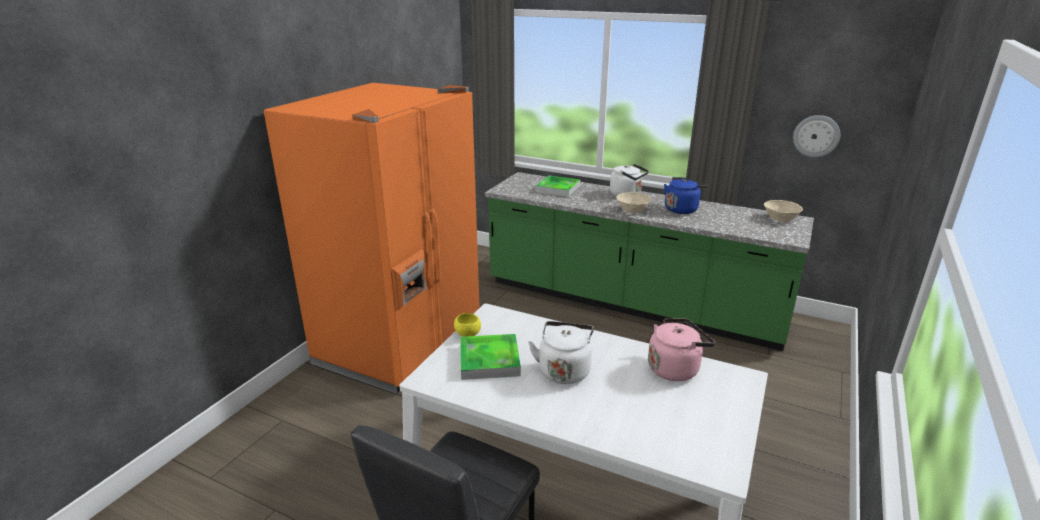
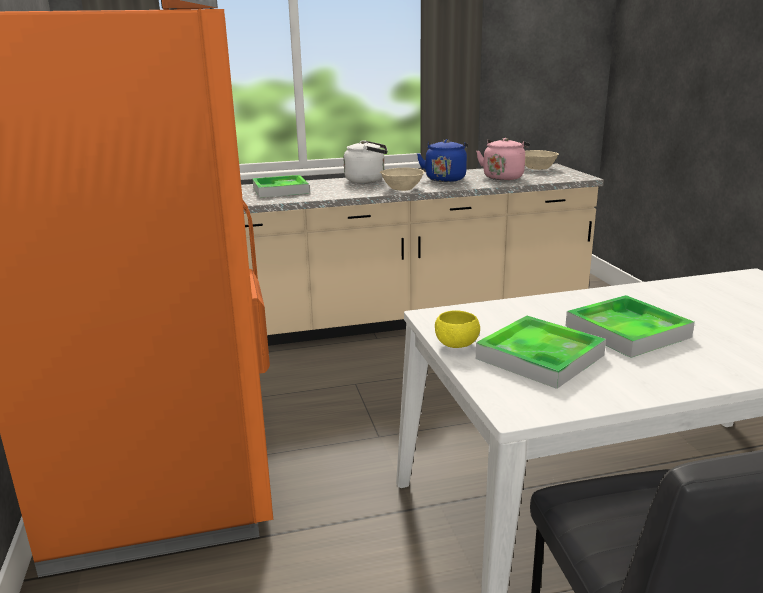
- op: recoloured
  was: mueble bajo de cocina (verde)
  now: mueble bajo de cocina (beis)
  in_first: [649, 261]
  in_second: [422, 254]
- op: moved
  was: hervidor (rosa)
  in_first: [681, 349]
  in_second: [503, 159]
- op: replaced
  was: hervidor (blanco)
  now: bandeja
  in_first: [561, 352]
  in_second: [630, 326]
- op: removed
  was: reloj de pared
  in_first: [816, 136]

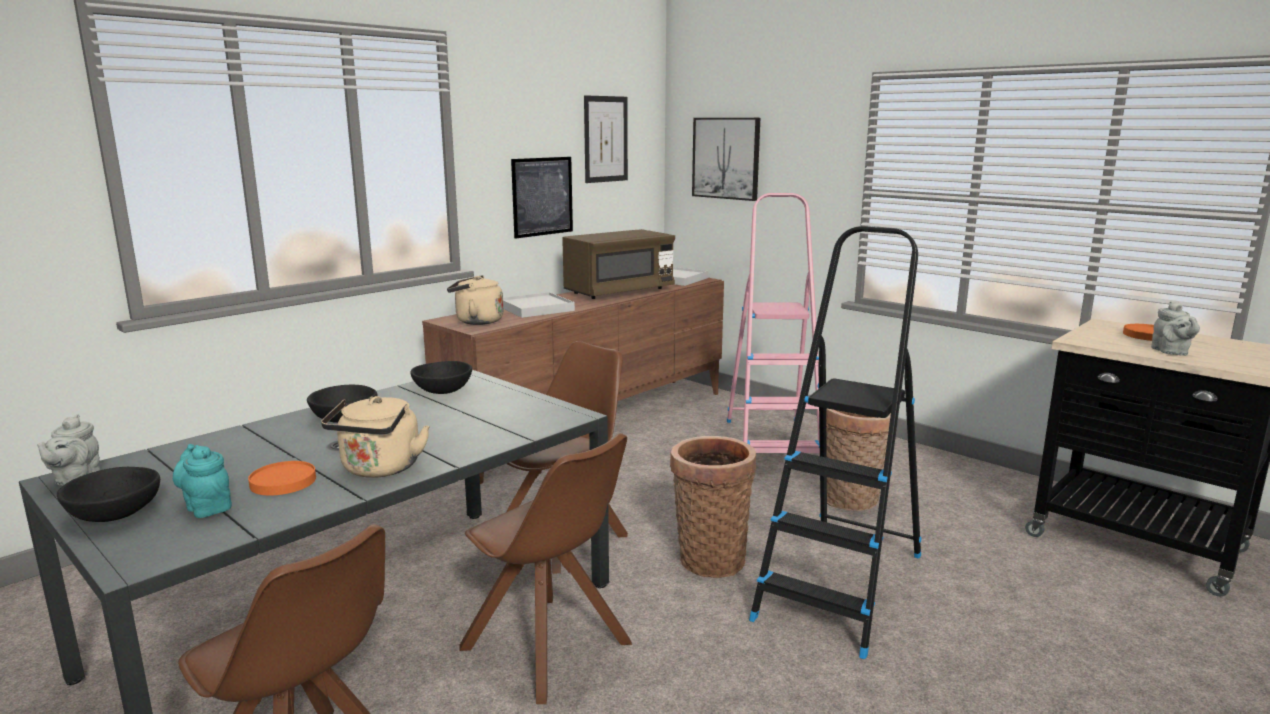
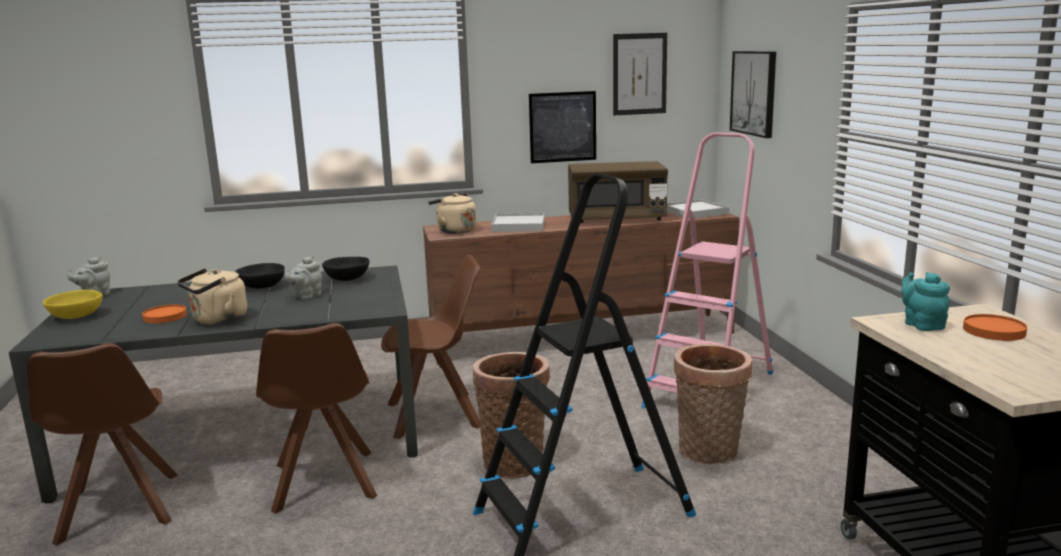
- op: recoloured
  was: cuenco (negro)
  now: cuenco (amarillo)
  in_first: [108, 494]
  in_second: [73, 304]
- op: moved
  was: tetera (gris)
  in_first: [1175, 328]
  in_second: [303, 278]
- op: moved
  was: tetera (turquesa)
  in_first: [202, 481]
  in_second: [925, 301]

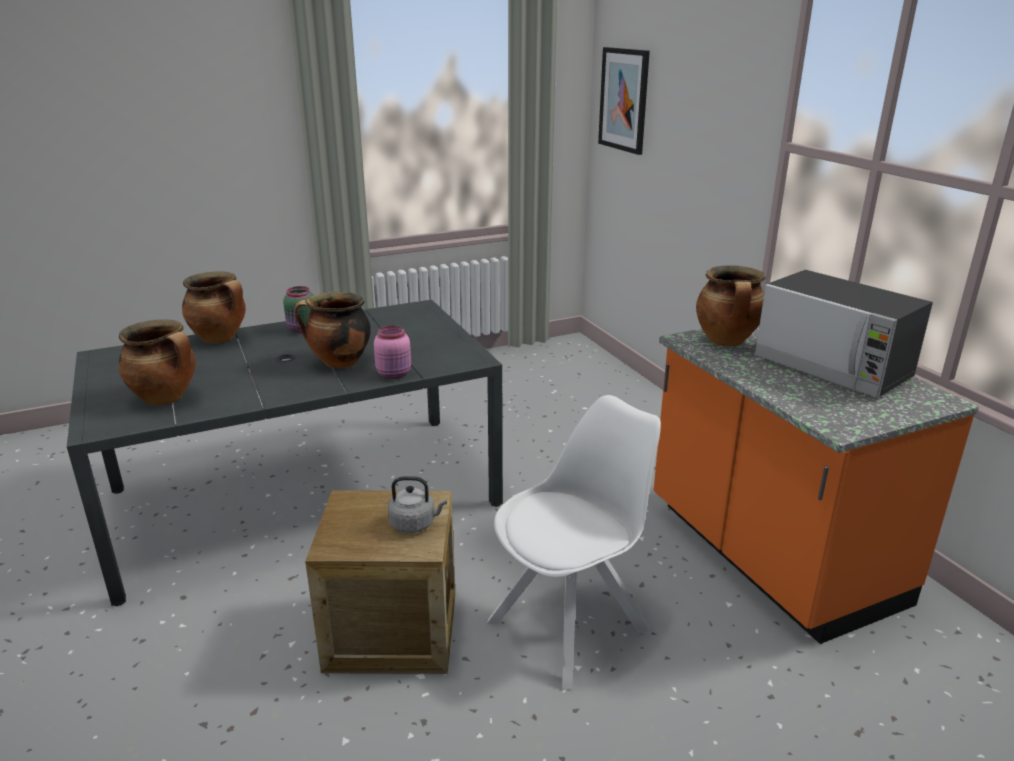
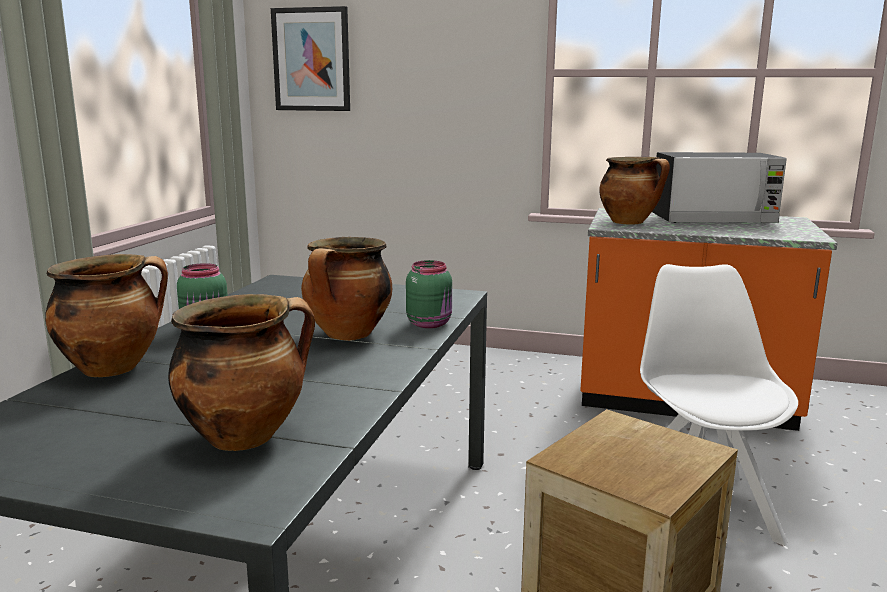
- op: recoloured
  was: tarro (rosa)
  now: tarro (verde)
  in_first: [392, 352]
  in_second: [429, 294]
- op: removed
  was: hervidor (gris)
  in_first: [417, 504]

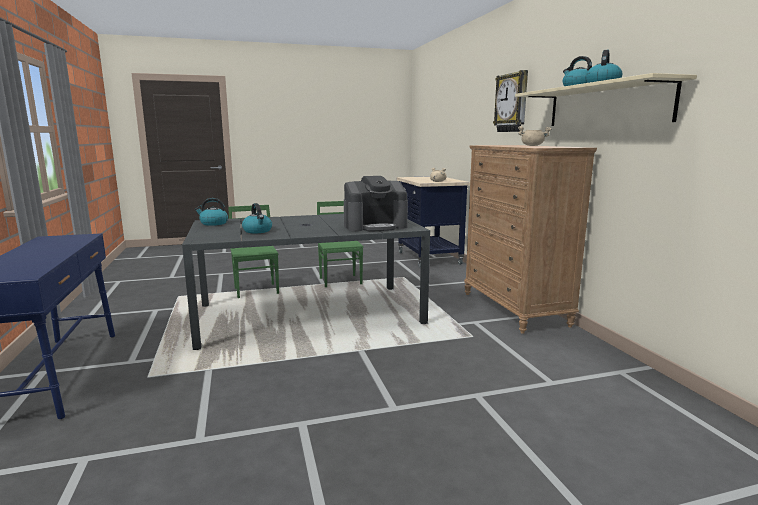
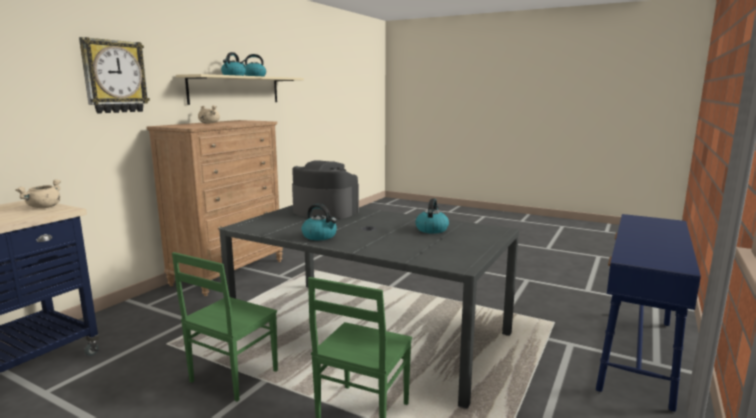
- op: moved
  was: hervidor
  in_first: [211, 212]
  in_second: [319, 222]

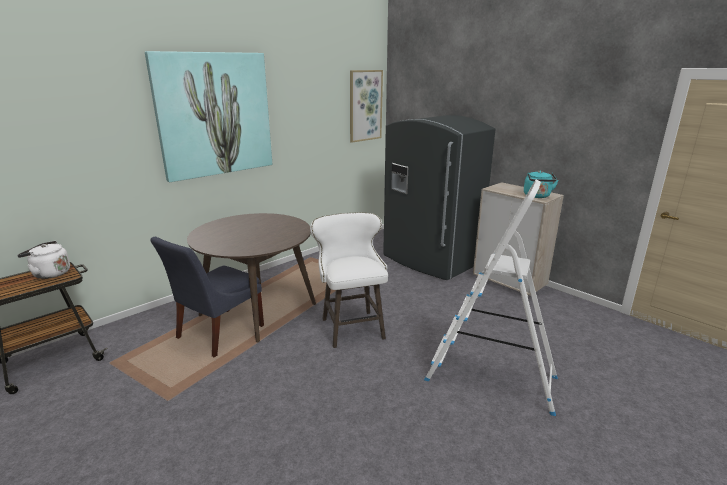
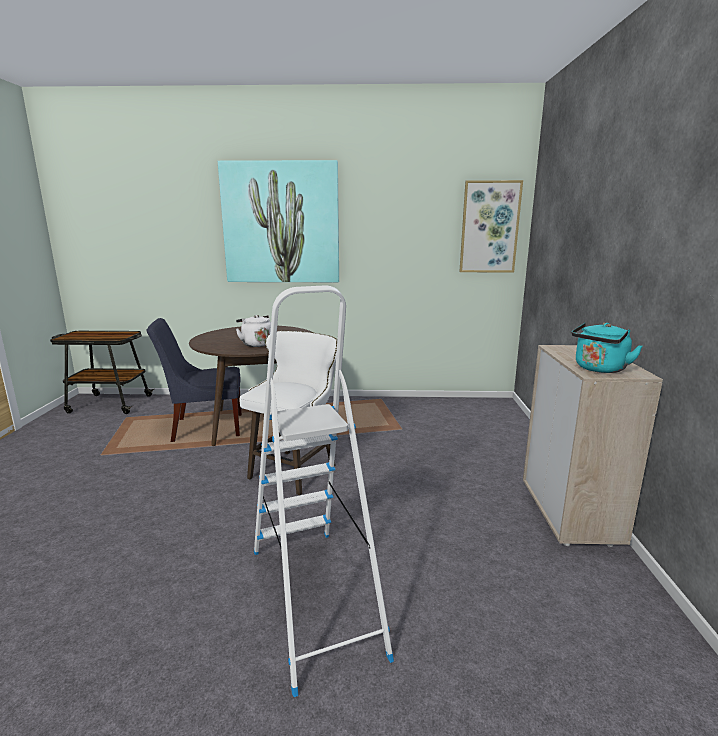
- op: moved
  was: hervidor (blanco)
  in_first: [43, 260]
  in_second: [253, 331]
- op: removed
  was: nevera (gris)
  in_first: [439, 197]

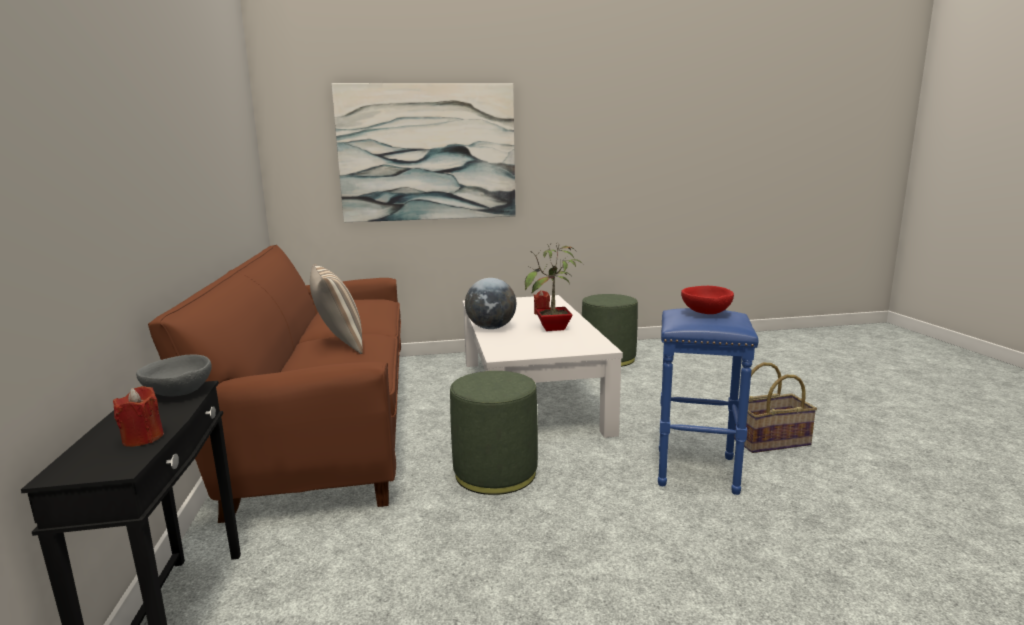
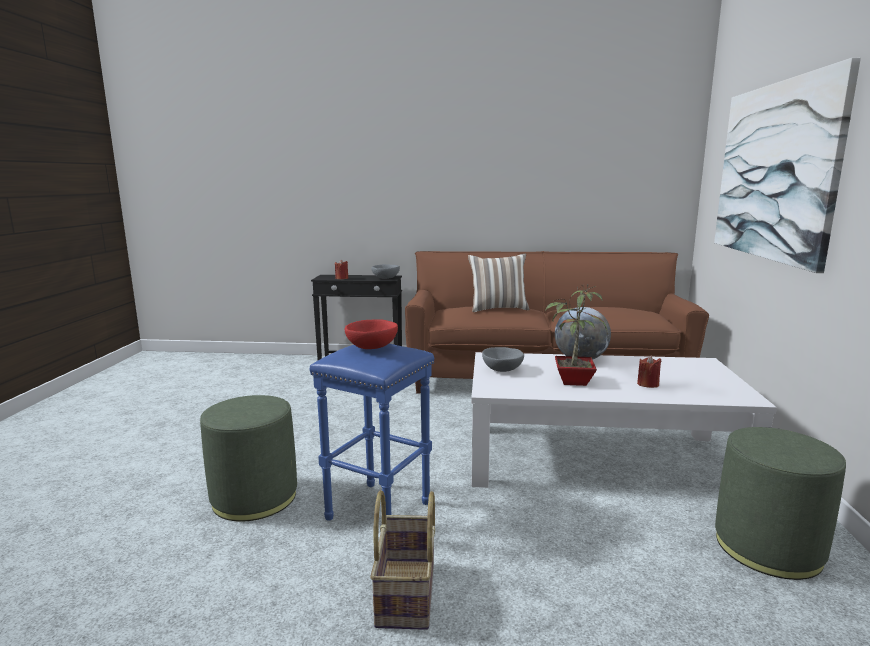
- op: moved
  was: puf (verde)
  in_first: [494, 433]
  in_second: [248, 458]
- op: added
  now: cuenco (gris)
  in_second: [503, 359]

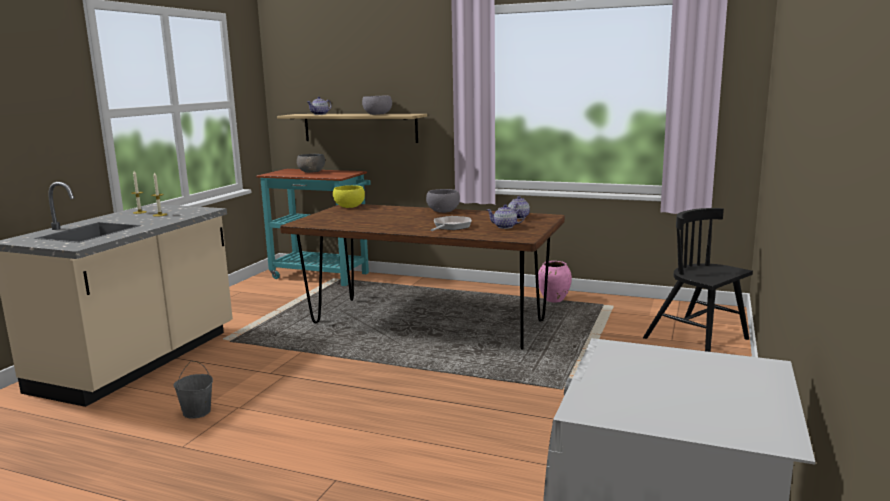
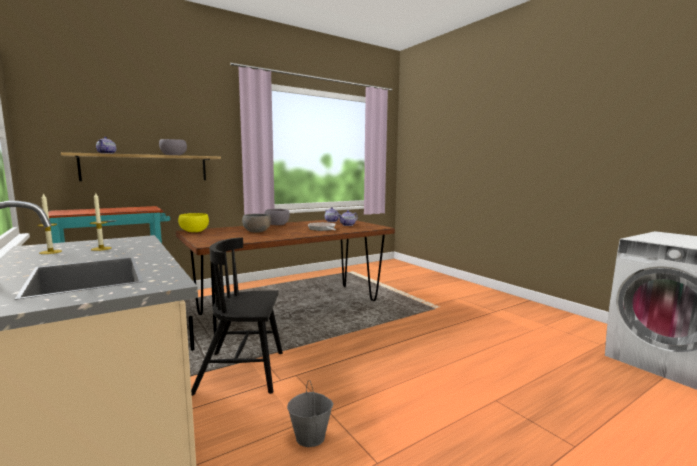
- op: moved
  was: silla (negro)
  in_first: [698, 280]
  in_second: [237, 316]
- op: moved
  was: cuenco (gris)
  in_first: [311, 163]
  in_second: [256, 223]
- op: removed
  was: florero (rosa)
  in_first: [555, 281]

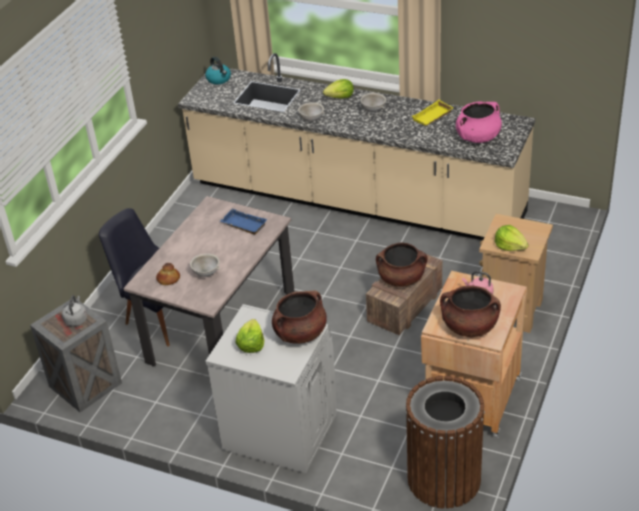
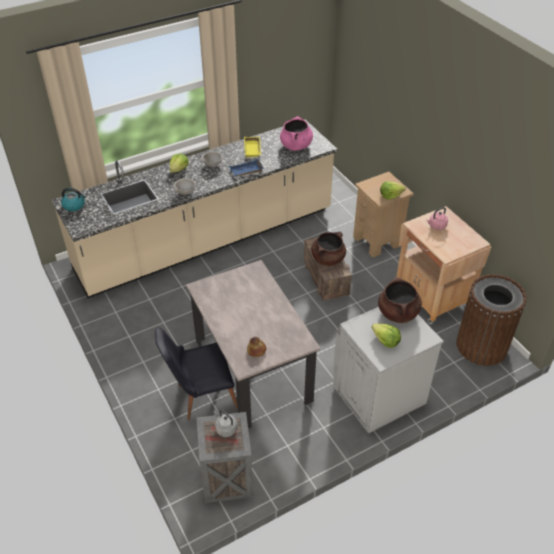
- op: moved
  was: bandeja (azul)
  in_first: [243, 221]
  in_second: [246, 168]
- op: removed
  was: cuenco (gris)
  in_first: [205, 265]
- op: removed
  was: olla (marrón)
  in_first: [470, 311]

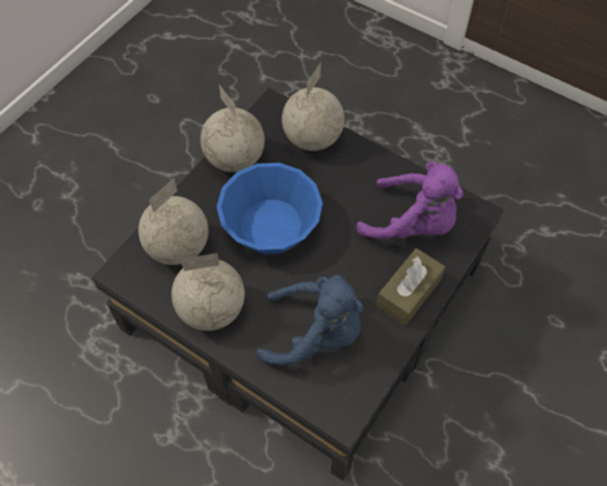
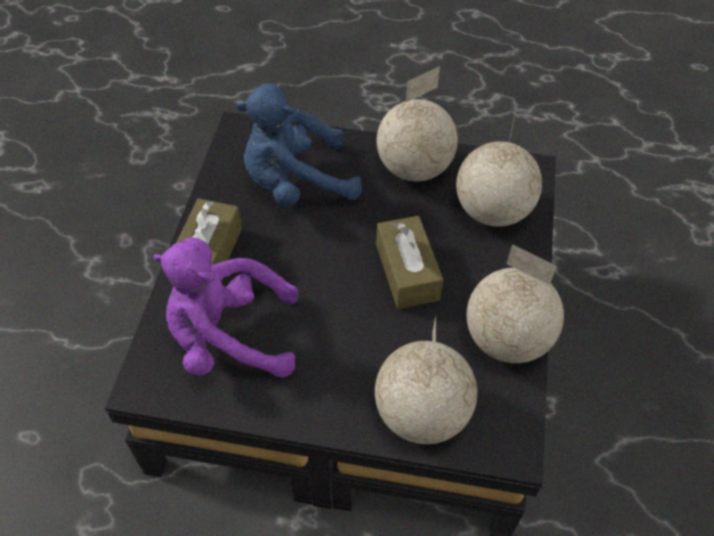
- op: replaced
  was: cuenco (azul)
  now: caja de pañuelos (marrón)
  in_first: [270, 208]
  in_second: [409, 262]

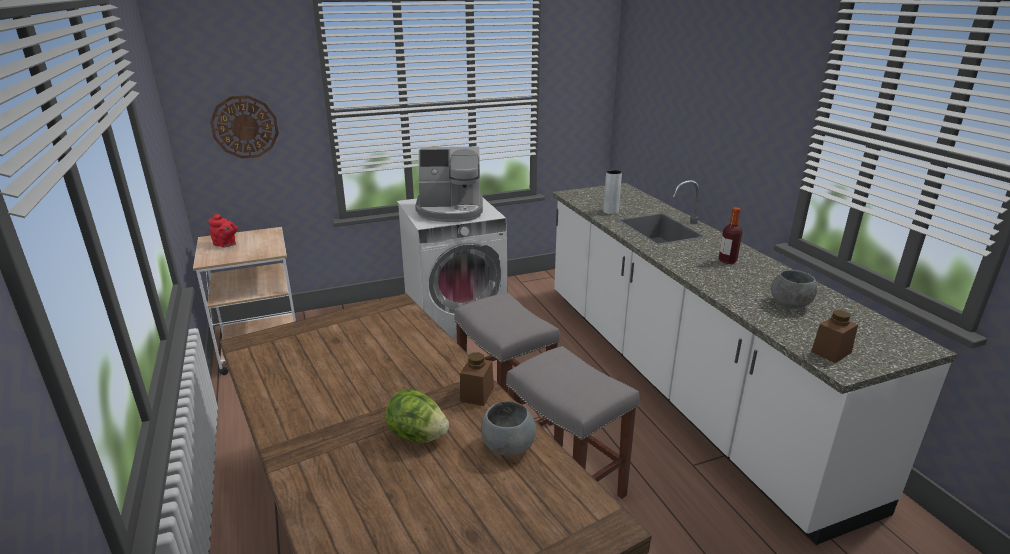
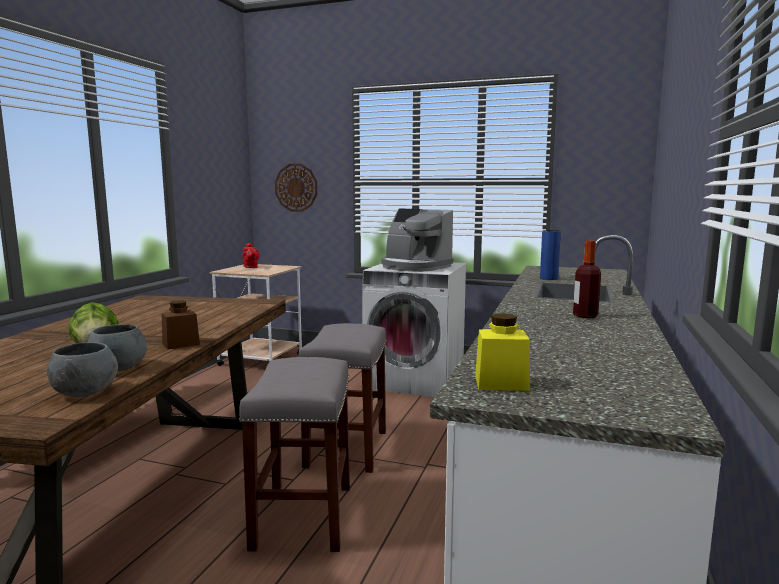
- op: moved
  was: cuenco (gris)
  in_first: [793, 289]
  in_second: [82, 369]
- op: recoloured
  was: tarro (marrón)
  now: tarro (amarillo)
  in_first: [834, 336]
  in_second: [502, 352]
- op: recoloured
  was: florero (gris)
  now: florero (azul)
  in_first: [612, 192]
  in_second: [550, 255]

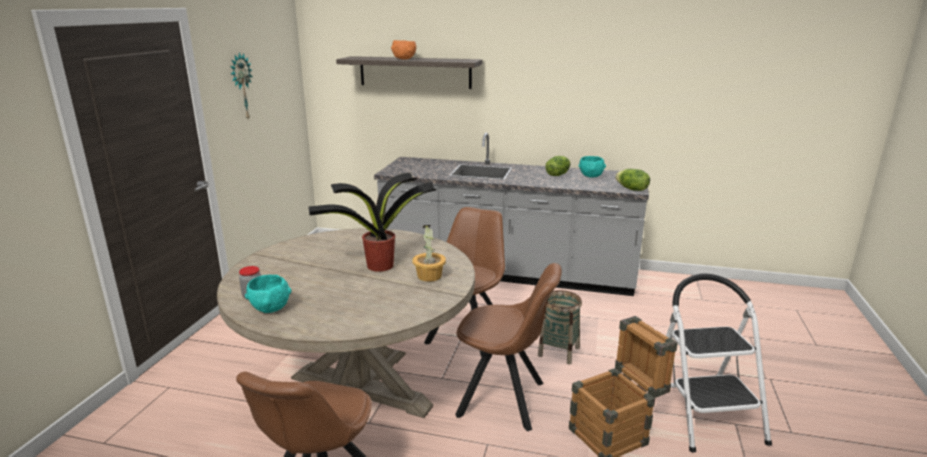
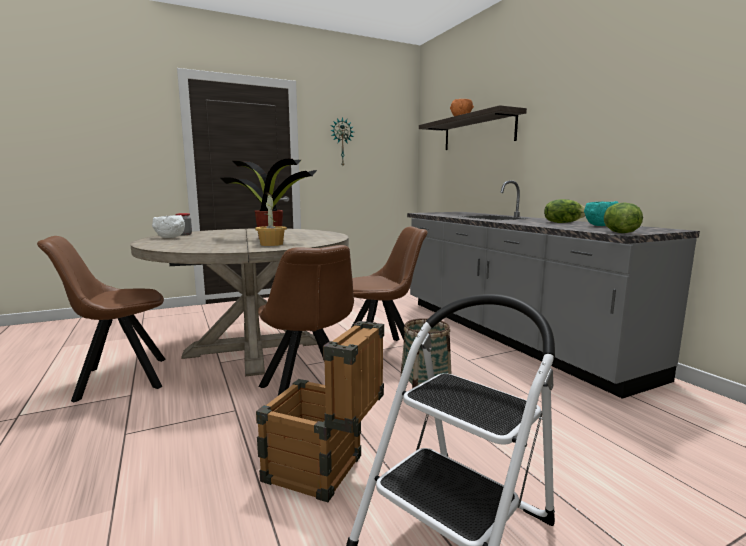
- op: recoloured
  was: cuenco (turquesa)
  now: cuenco (blanco)
  in_first: [268, 294]
  in_second: [168, 226]

